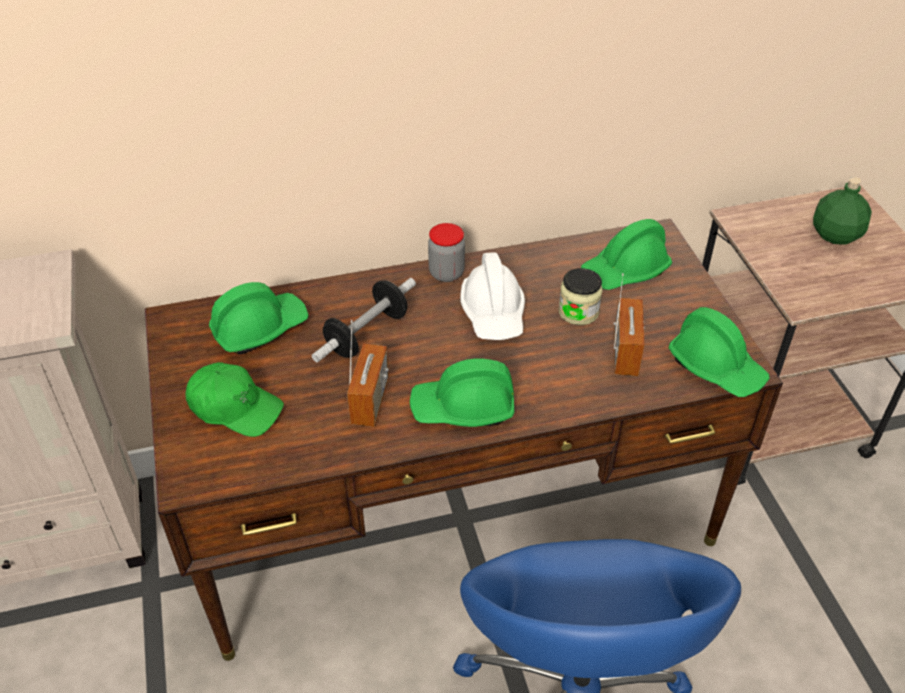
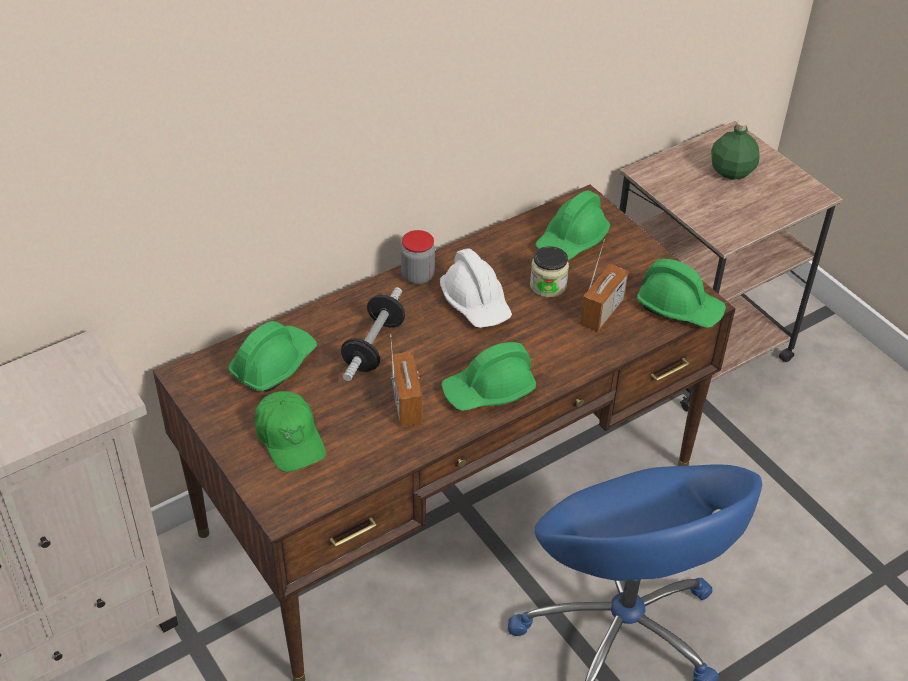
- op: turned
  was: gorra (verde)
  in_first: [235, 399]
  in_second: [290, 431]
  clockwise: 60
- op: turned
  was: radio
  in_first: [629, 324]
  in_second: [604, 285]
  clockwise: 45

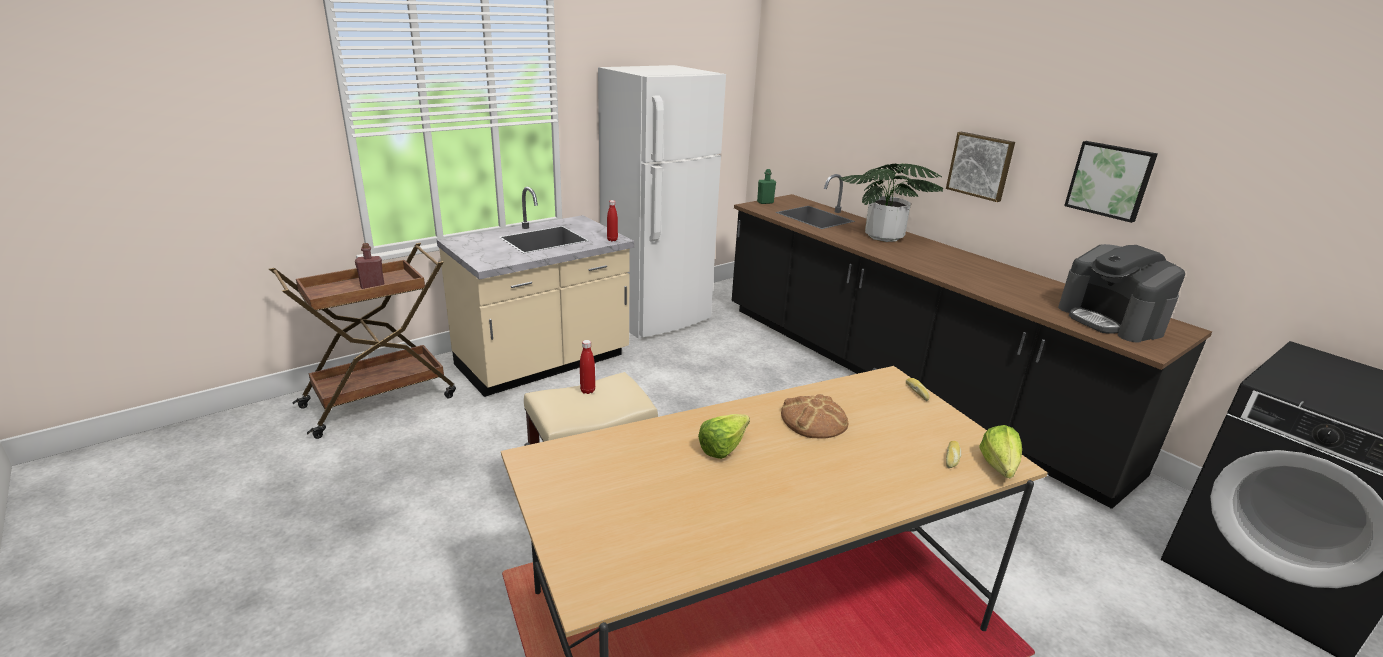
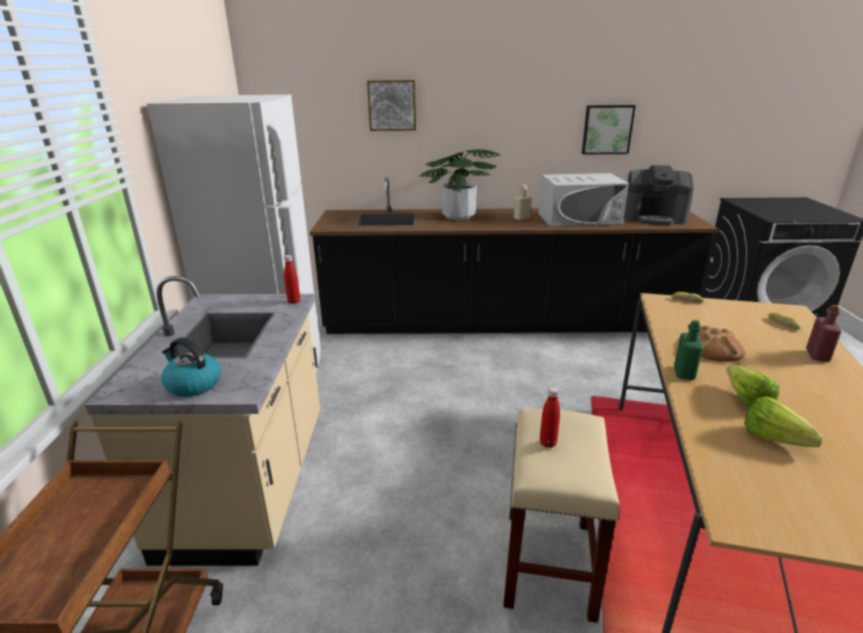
- op: added
  now: hervidor
  in_second: [191, 367]
- op: moved
  was: cuadro
  in_first: [980, 167]
  in_second: [391, 105]
- op: added
  now: botella (beis)
  in_second: [523, 202]
- op: added
  now: microondas (blanco)
  in_second: [583, 200]
- op: moved
  was: botella (verde)
  in_first: [766, 186]
  in_second: [688, 350]
- op: moved
  was: lechuga
  in_first: [1000, 452]
  in_second: [784, 421]
- op: moved
  was: botella (rojo)
  in_first: [369, 266]
  in_second: [824, 333]

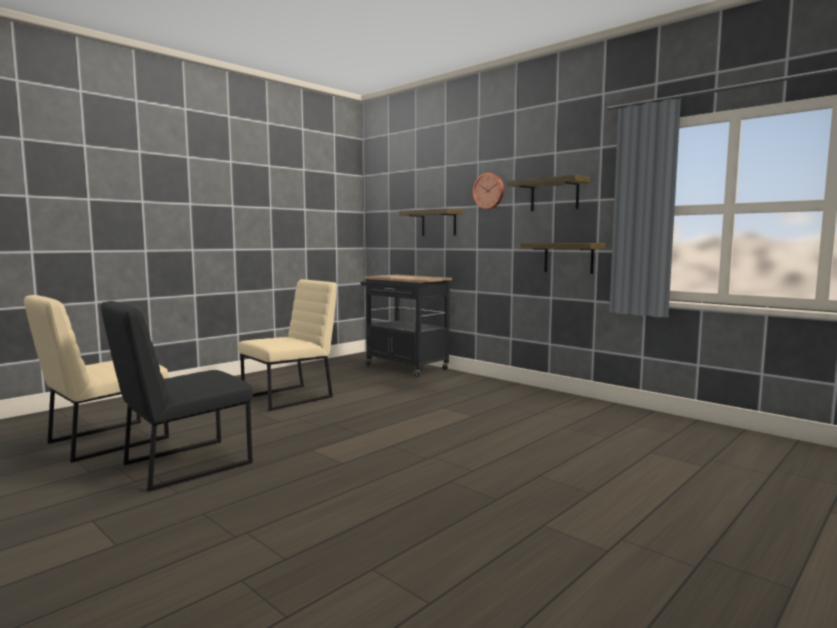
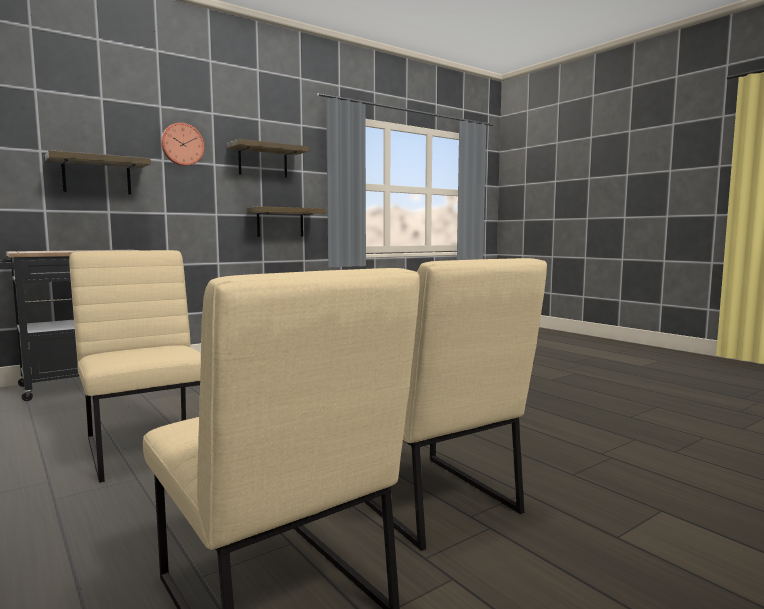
- op: recoloured
  was: silla (negro)
  now: silla (beis)
  in_first: [177, 396]
  in_second: [455, 404]

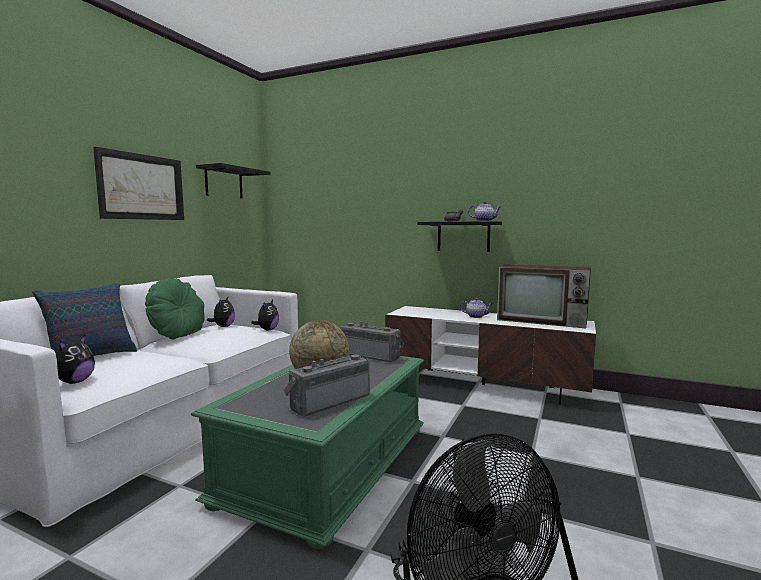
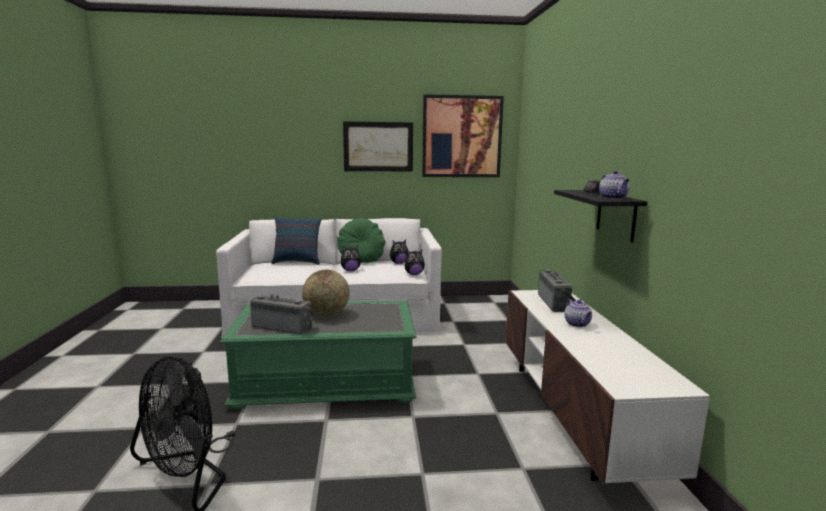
- op: moved
  was: peluche
  in_first: [75, 359]
  in_second: [350, 258]
- op: replaced
  was: estante (negro)
  now: cuadro
  in_first: [233, 181]
  in_second: [463, 135]
- op: moved
  was: radio
  in_first: [372, 342]
  in_second: [557, 290]
- op: removed
  was: televisor
  in_first: [544, 296]

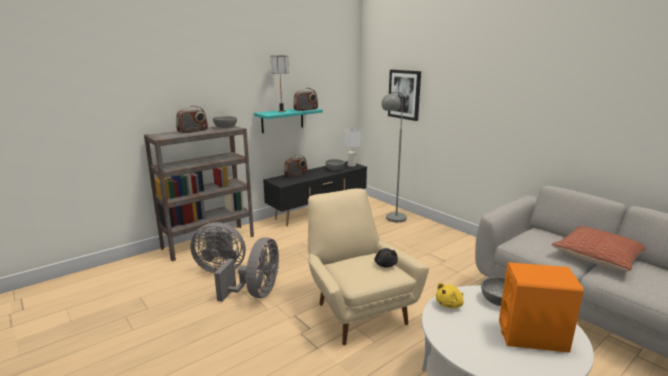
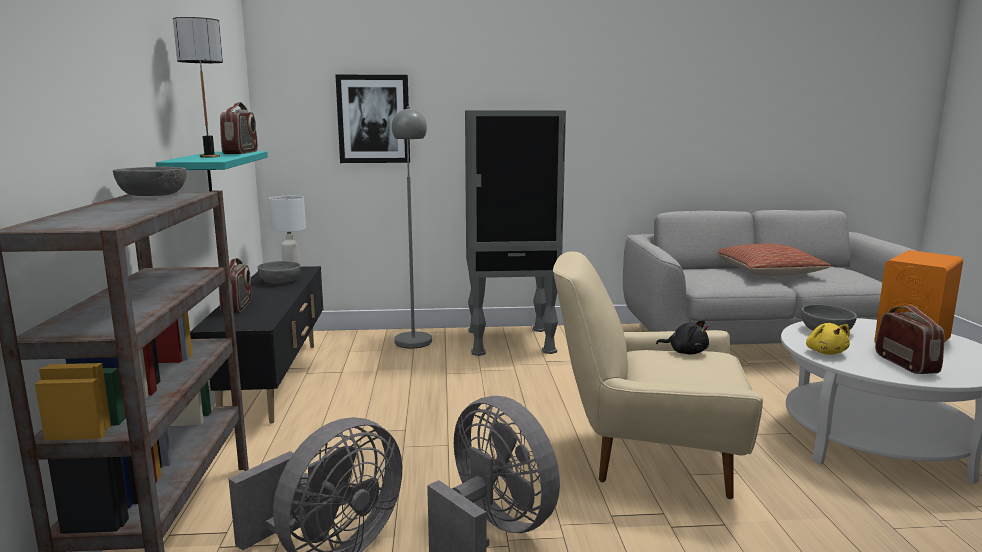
- op: added
  now: armario (gris)
  in_second: [515, 233]
- op: moved
  was: radio
  in_first: [192, 119]
  in_second: [910, 339]

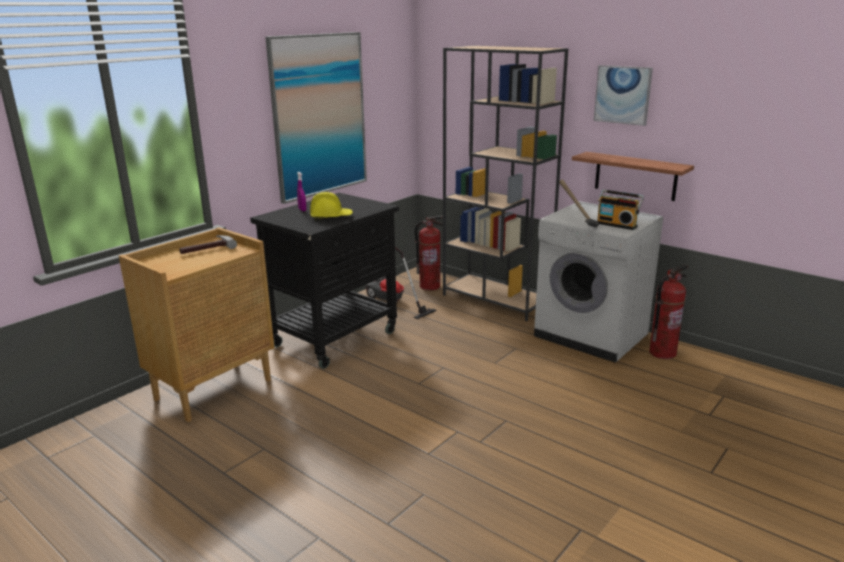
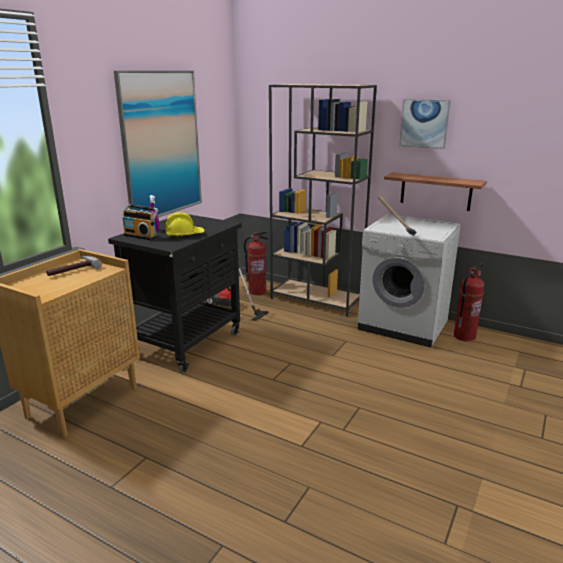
- op: moved
  was: radio
  in_first: [620, 209]
  in_second: [140, 222]

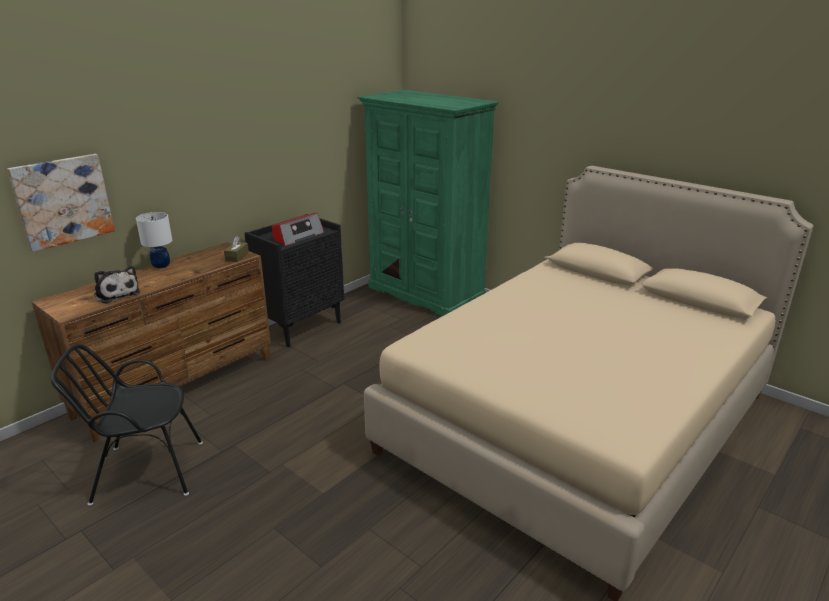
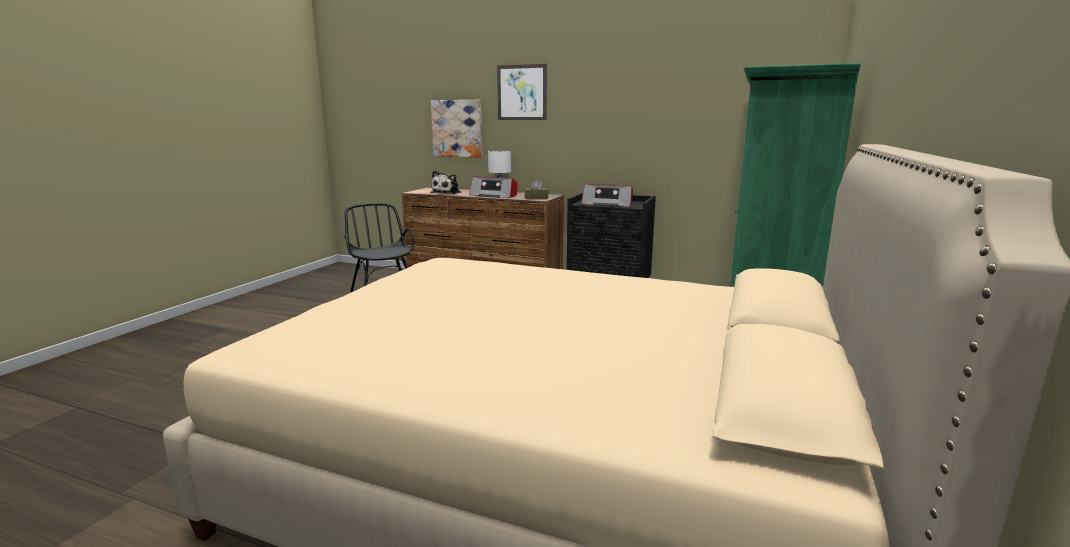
- op: added
  now: radio
  in_second: [493, 187]
- op: added
  now: cuadro
  in_second: [522, 92]

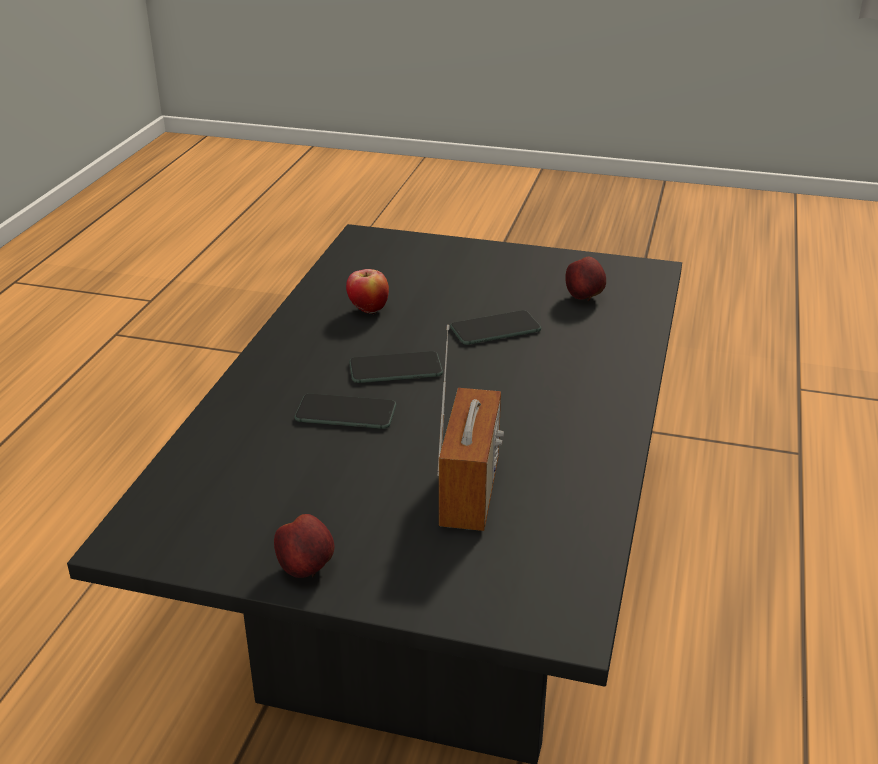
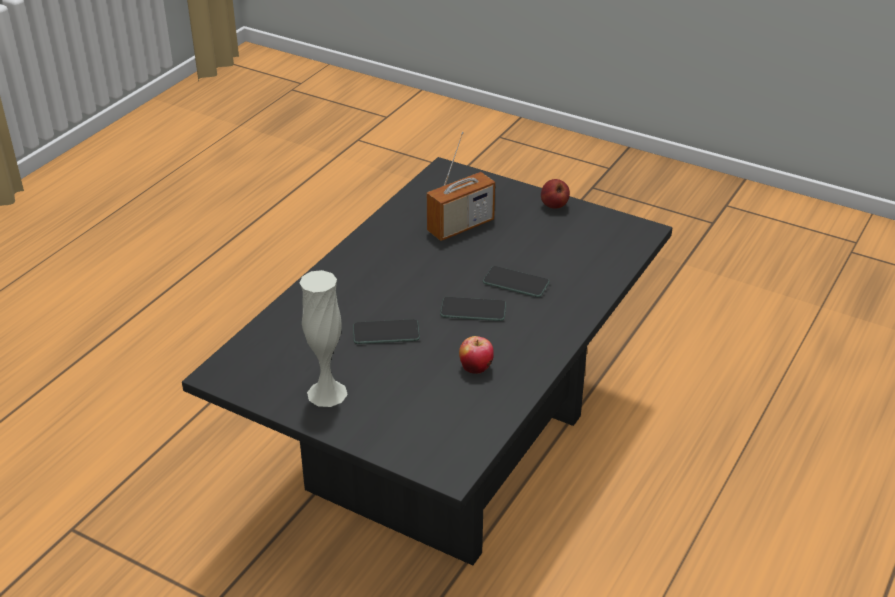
- op: added
  now: florero (blanco)
  in_second: [324, 338]
- op: turned
  was: radio
  in_first: [470, 428]
  in_second: [461, 186]
  clockwise: -150
- op: removed
  was: manzana
  in_first: [585, 279]

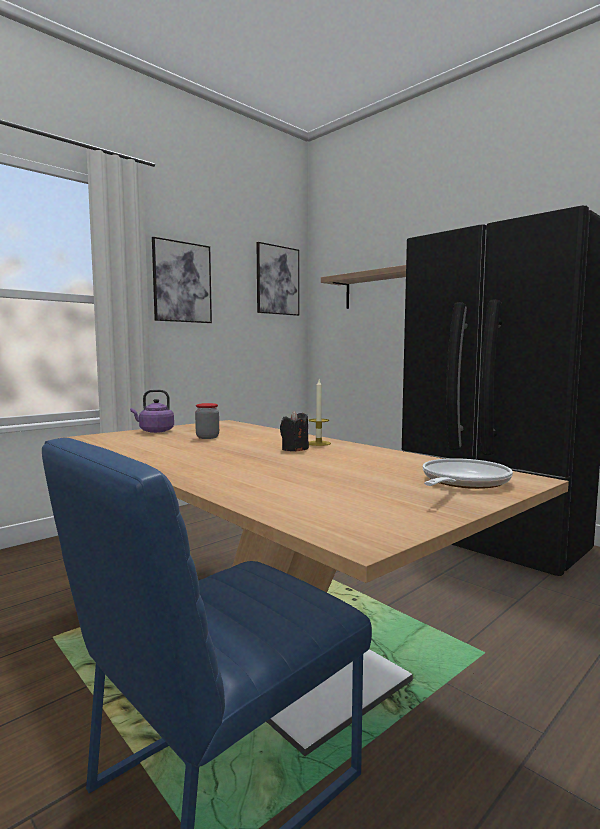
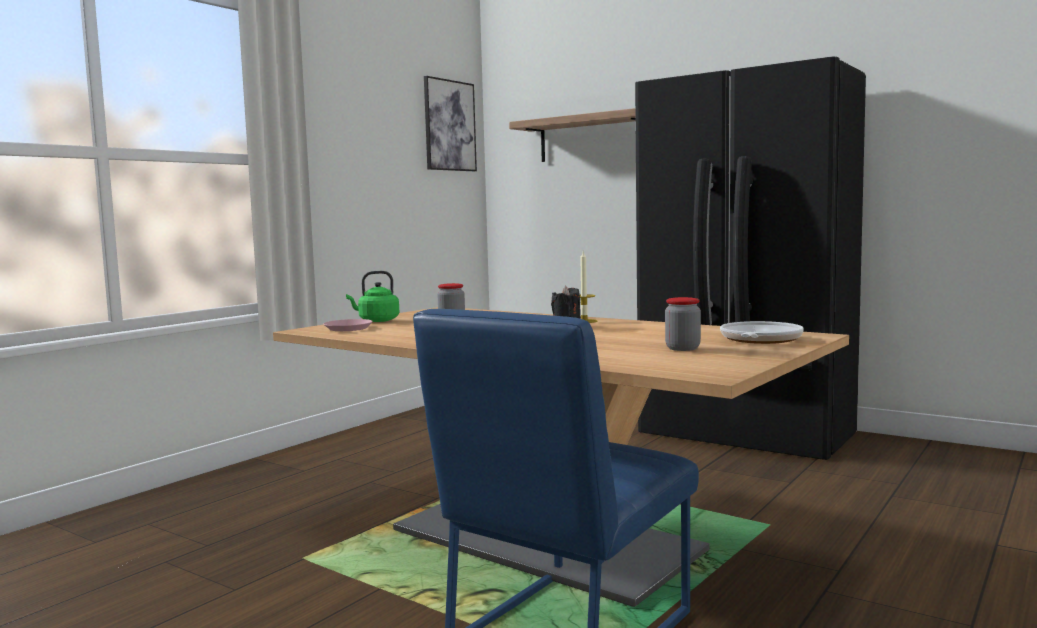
- op: added
  now: plato (rosa)
  in_second: [348, 325]
- op: recoloured
  was: hervidor (morado)
  now: hervidor (verde)
  in_first: [152, 411]
  in_second: [372, 296]
- op: added
  now: tarro
  in_second: [683, 324]
- op: removed
  was: cuadro
  in_first: [182, 280]

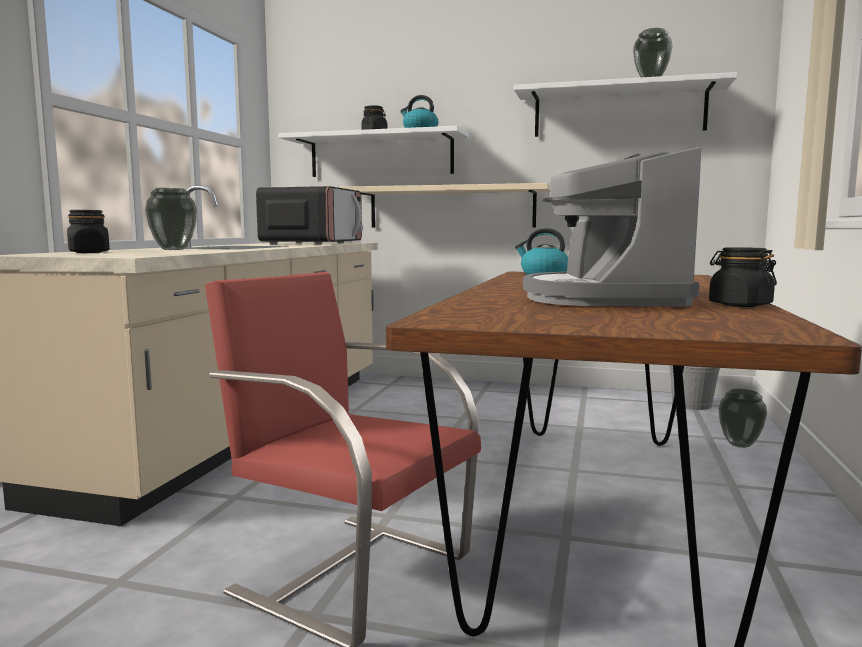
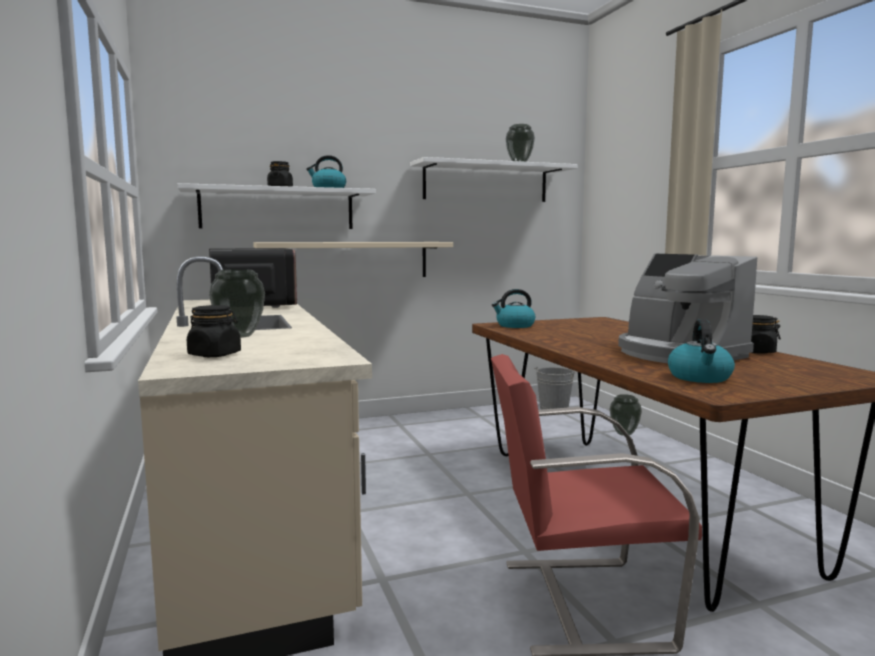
- op: added
  now: hervidor
  in_second: [701, 351]

